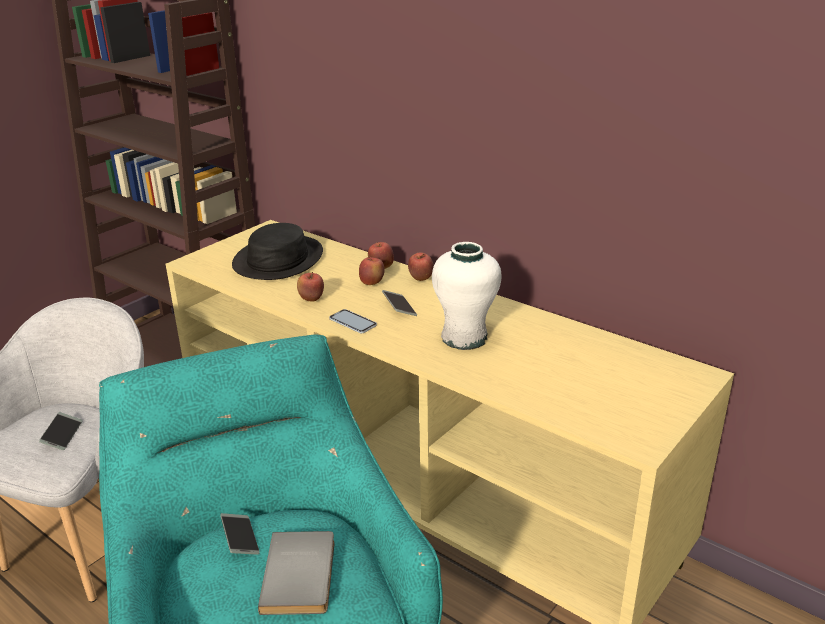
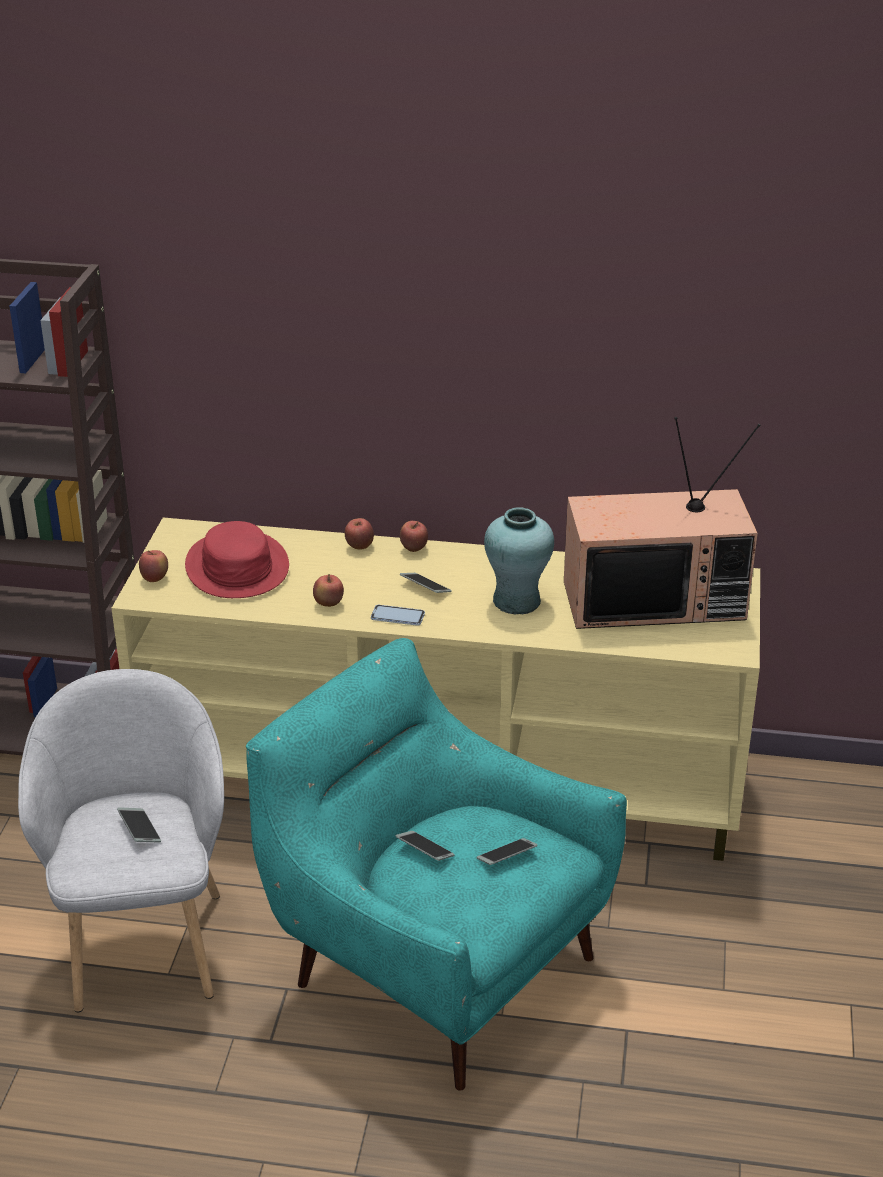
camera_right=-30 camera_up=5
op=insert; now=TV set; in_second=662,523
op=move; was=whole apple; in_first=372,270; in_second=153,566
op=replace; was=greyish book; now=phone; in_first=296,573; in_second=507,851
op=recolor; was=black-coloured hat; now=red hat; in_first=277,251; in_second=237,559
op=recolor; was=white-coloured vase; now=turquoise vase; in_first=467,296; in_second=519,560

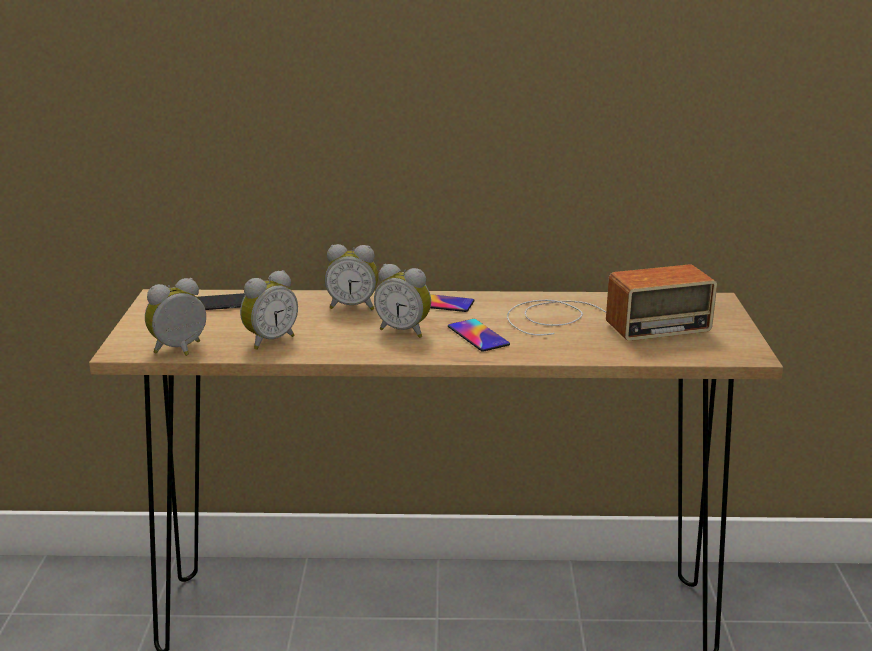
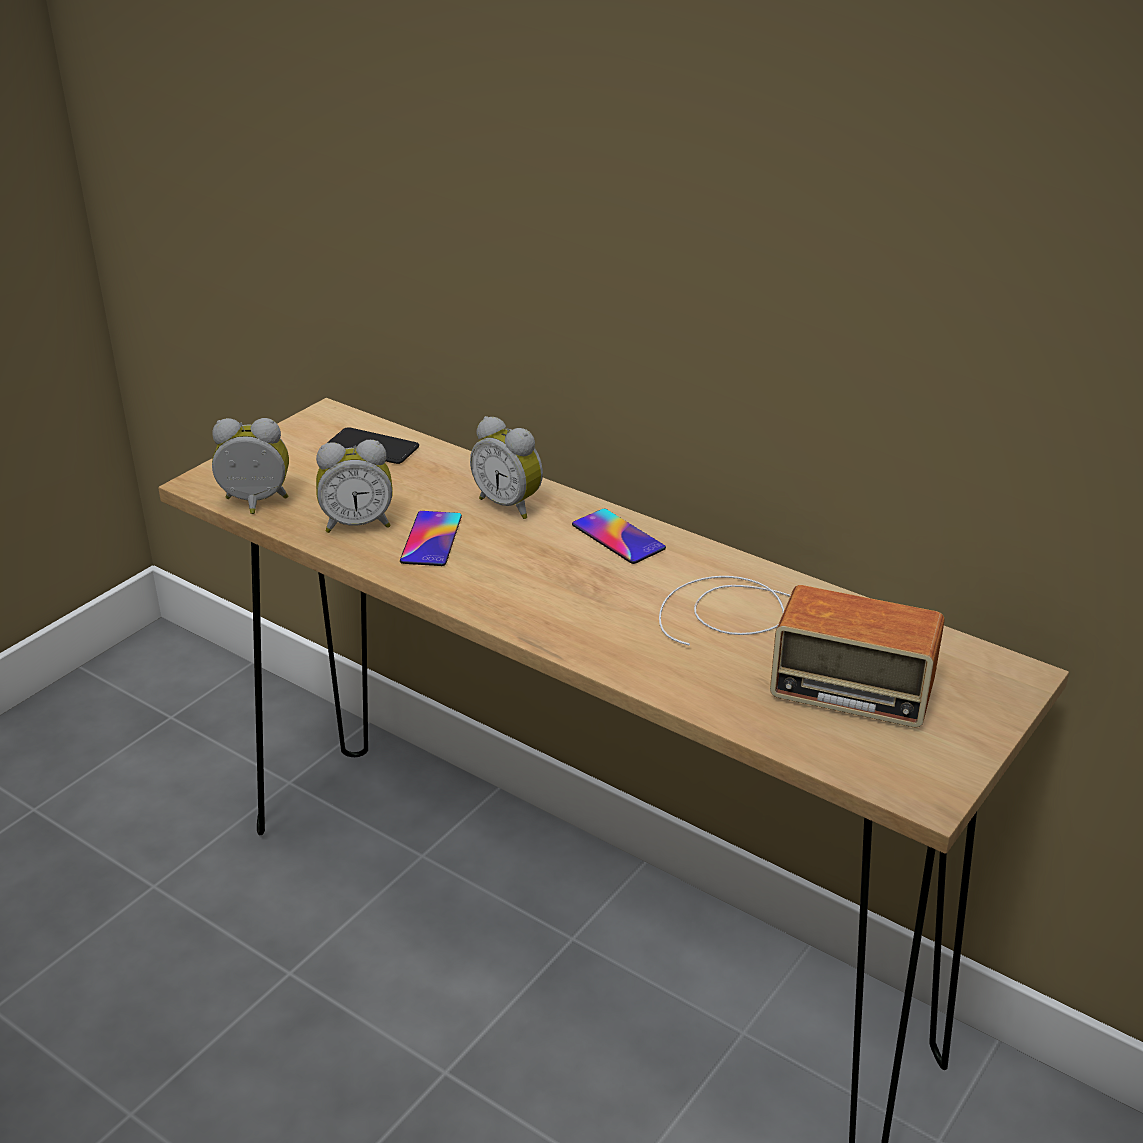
camera_right=35 camera_up=10
op=delete; was=table clock; in_first=402,301
op=move; was=phone; in_first=479,335; in_second=431,538

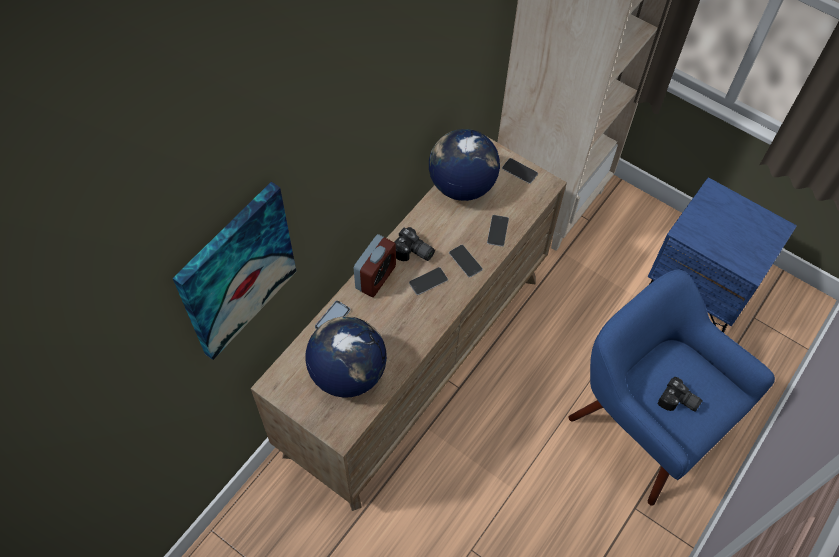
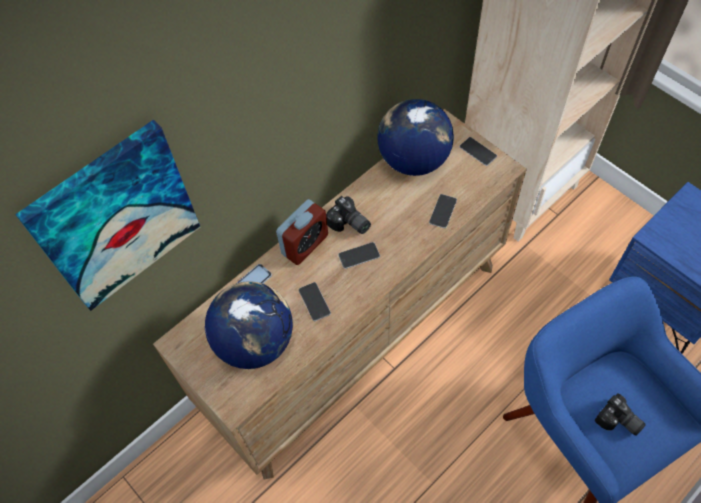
camera_right=15 camera_up=0
op=move; was=phone; in_first=466,261; in_second=314,301

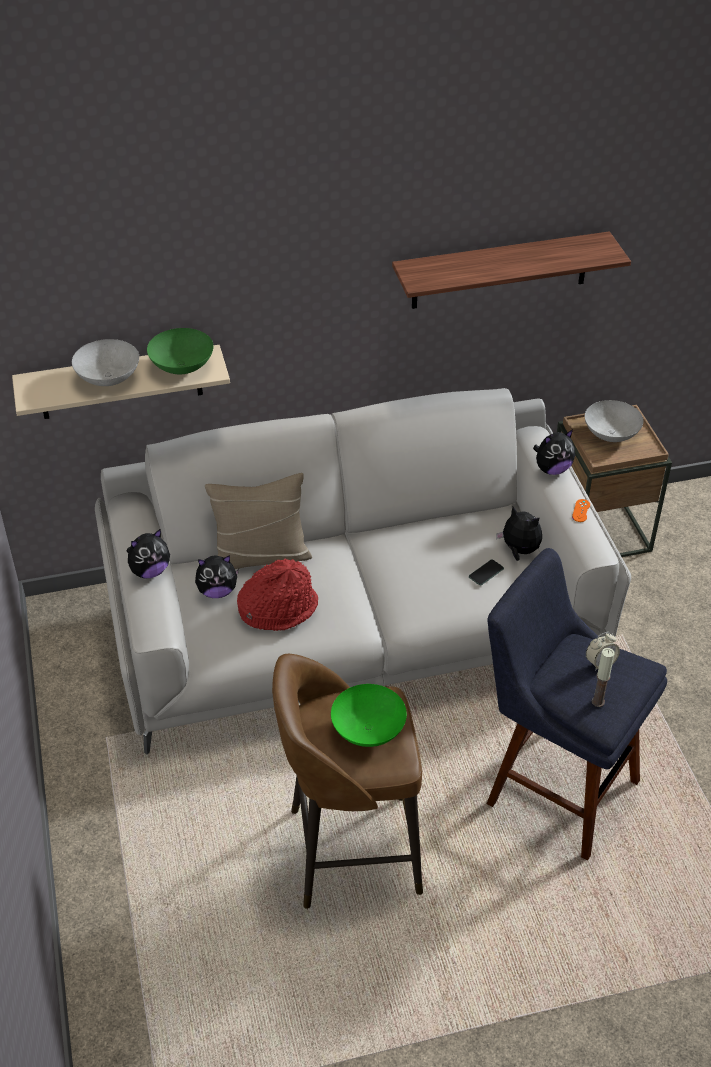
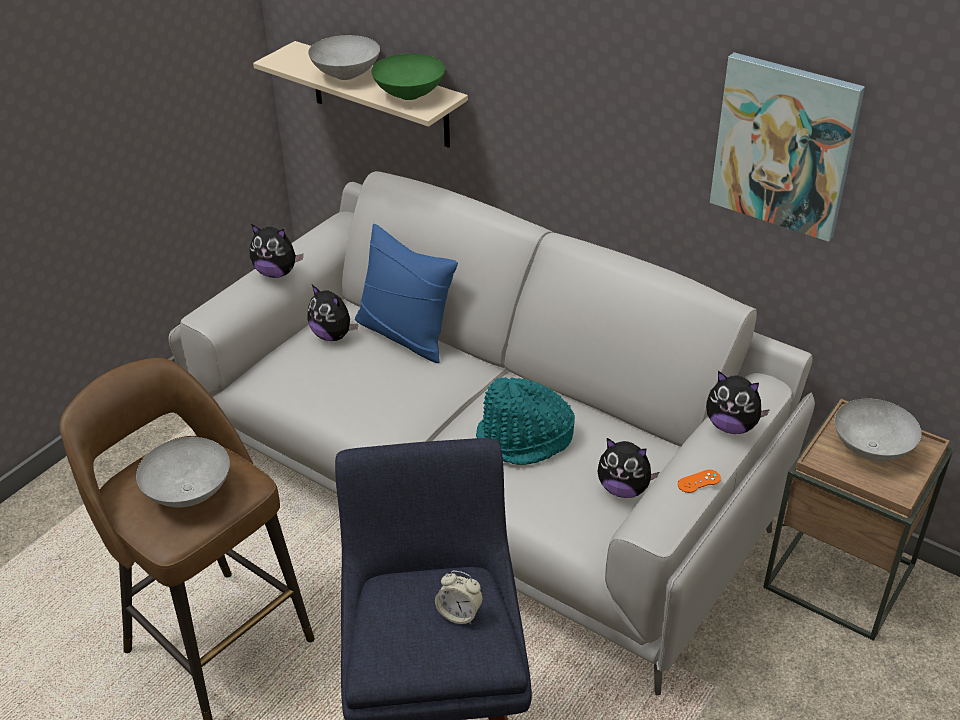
camera_right=50 camera_up=-5
op=delete; was=red hat; in_first=277,594
op=delete; was=phone; in_first=486,572
op=delete; was=candle; in_first=603,677
op=insert; now=turquoise hat; in_second=525,421
op=replace; was=bracket shelf; now=picture; in_first=511,270; in_second=787,147
op=recolor; was=sand-coloured throw pillow; now=blue throw pillow; in_first=258,521; in_second=406,293
op=recolor; was=green deep dish; now=greyish deep dish; in_first=369,715; in_second=183,472
op=rotate; was=cuddly toy; in_first=519,534; in_second=628,468; clockwise=120

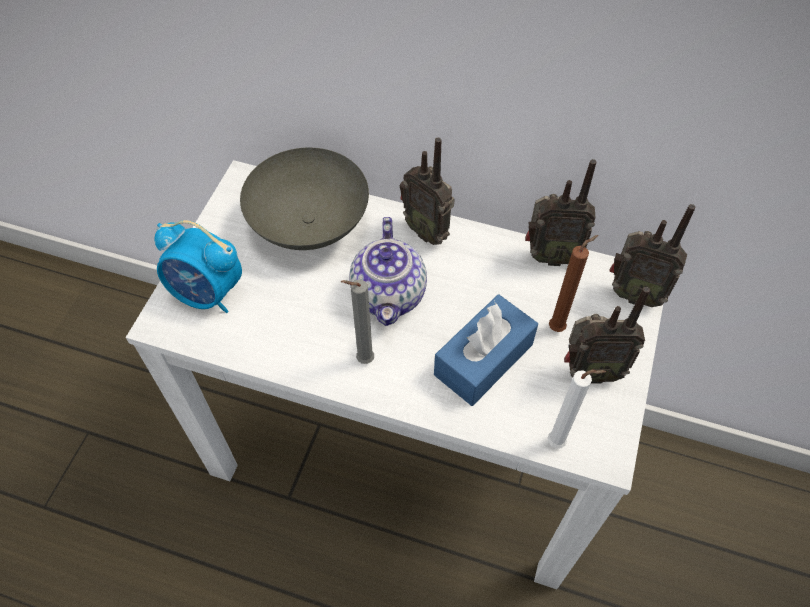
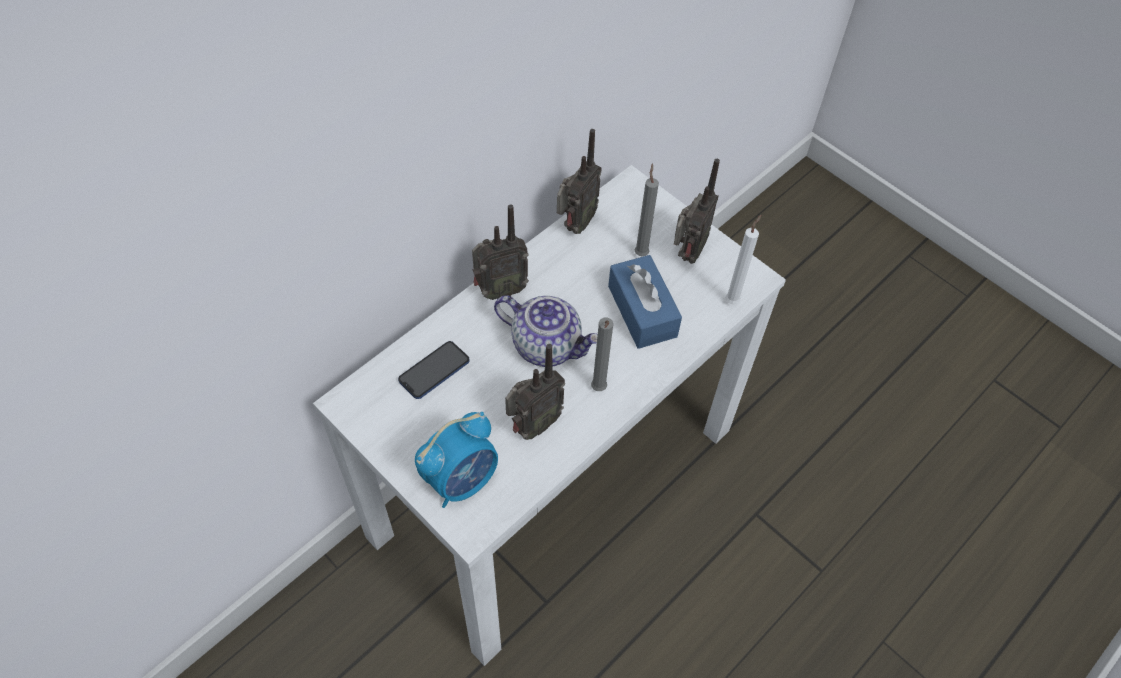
camera_right=-65 camera_up=0
op=move; was=radio; in_first=652,255; in_second=535,392
op=replace; was=greyish deep dish; now=phone; in_first=304,198; in_second=434,370
op=recolor; was=brown candle; now=greyish candle; in_first=573,283; in_second=647,209

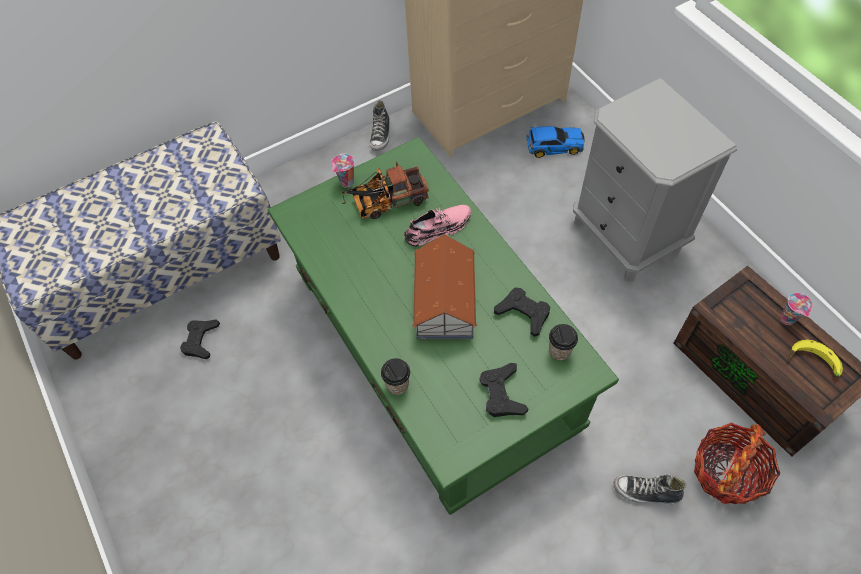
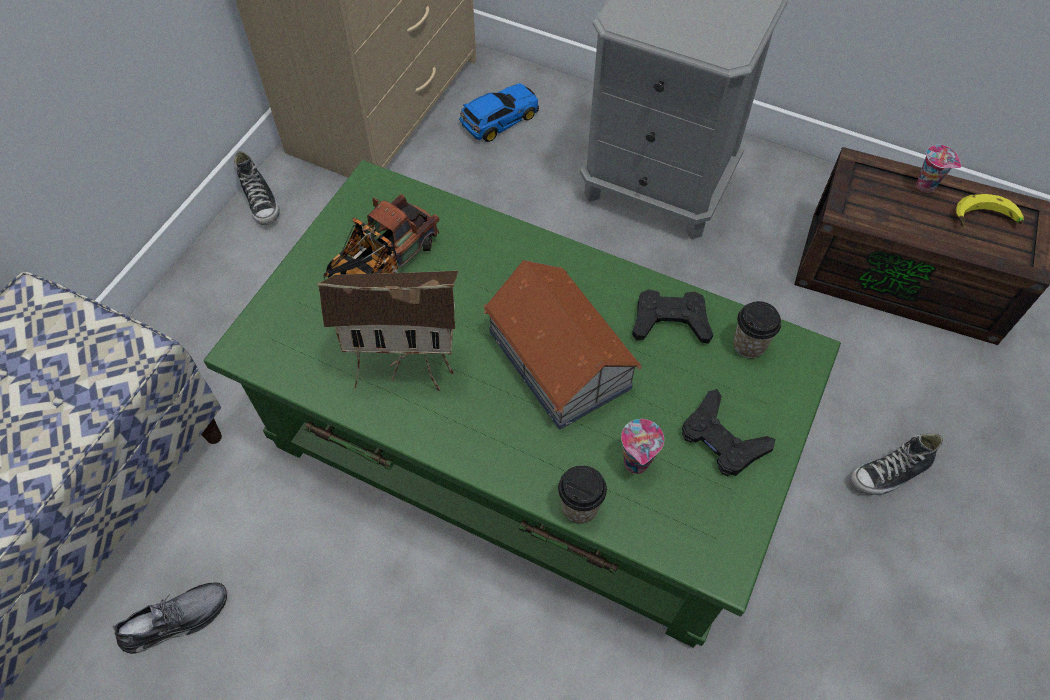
camera_right=-35 camera_up=0
op=delete; was=pink-coloured item of footwear; in_first=437,225
op=delete; was=basket; in_first=737,463
op=insert; now=toy house; in_second=387,331
op=move; was=drinking cup; in_first=343,171; in_second=642,446
op=replace; was=black-coloured game controller; now=greyish item of footwear; in_first=200,339; in_second=170,618

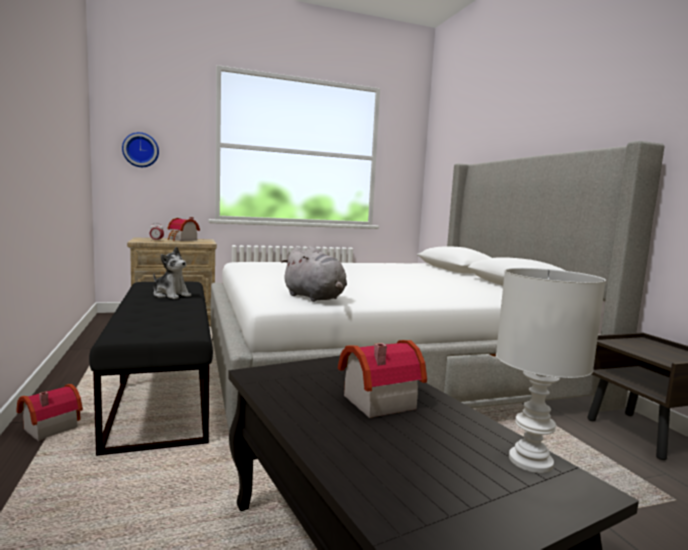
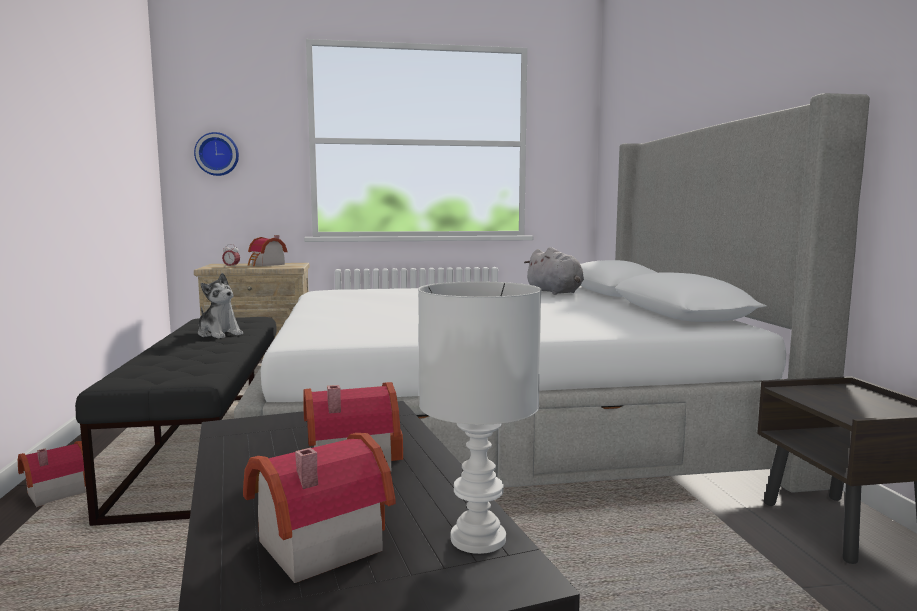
camera_right=10 camera_up=0
op=insert; now=toy house; in_second=319,508
op=move; was=greyish cuddly toy; in_first=314,274; in_second=554,271

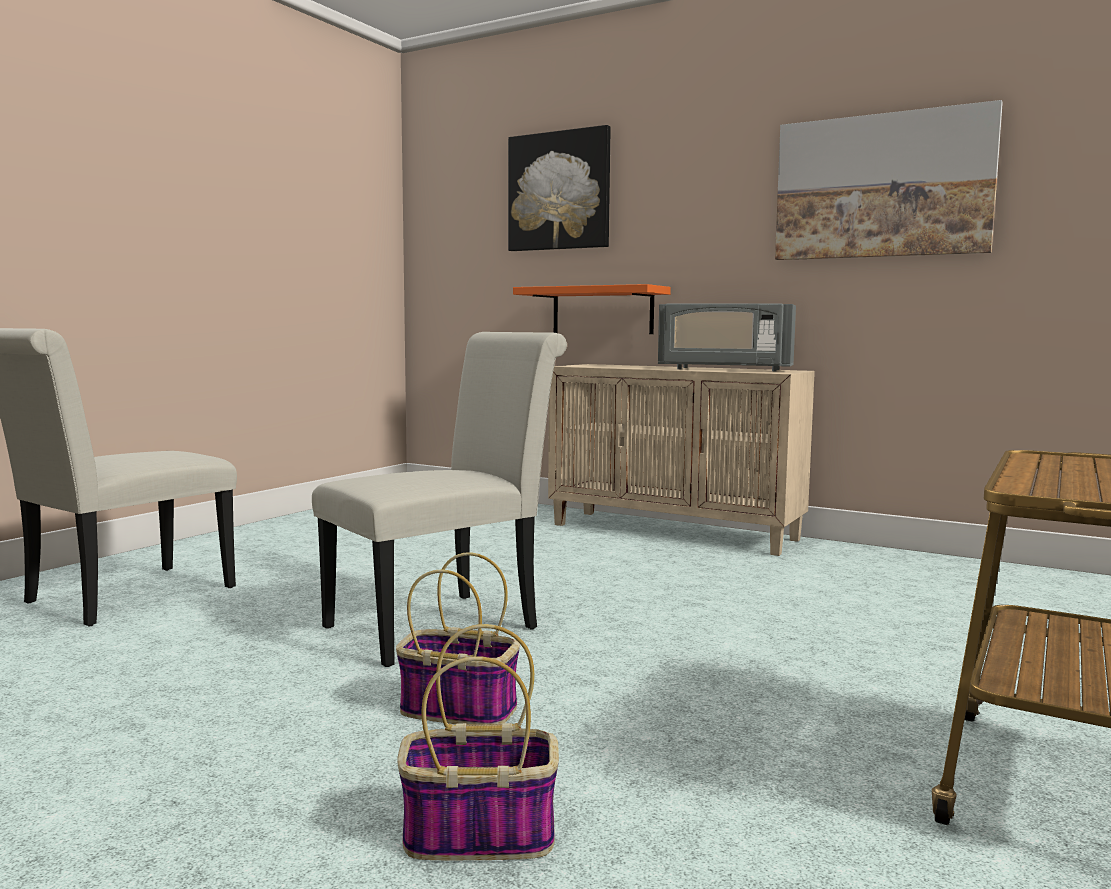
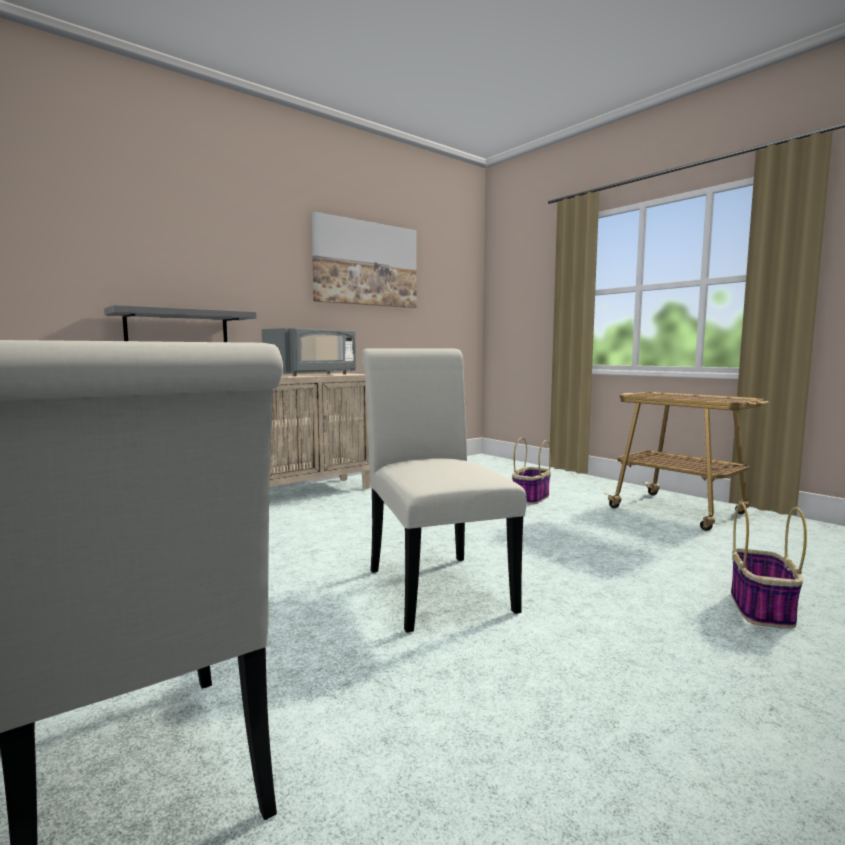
camera_right=-70 camera_up=0
op=delete; was=picture; in_first=559,188
op=move; was=basket; in_first=458,638; in_second=531,471
op=recolor; was=orangey bracket shelf; now=greyish bracket shelf; in_first=592,309; in_second=180,323

